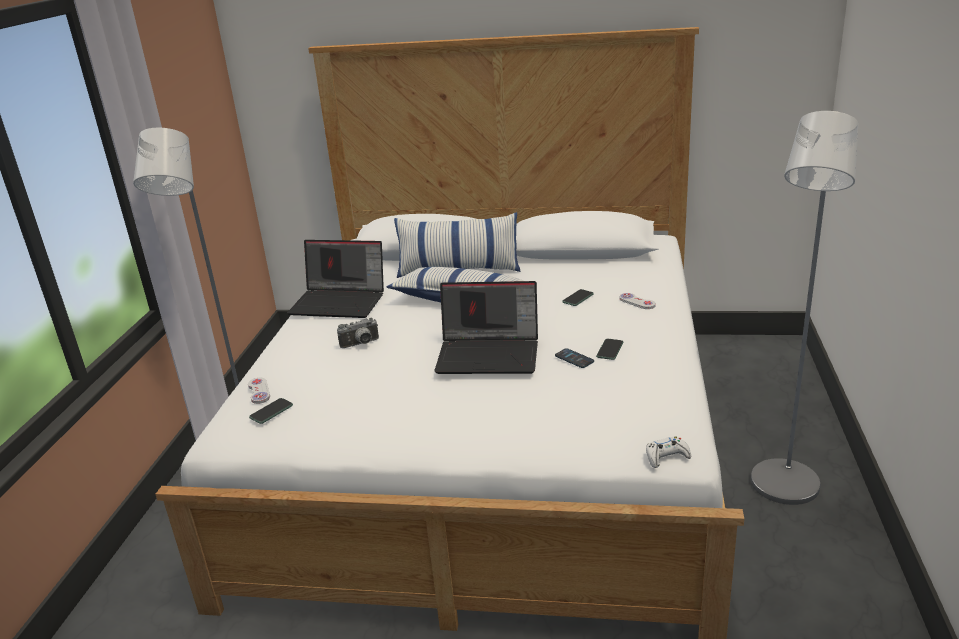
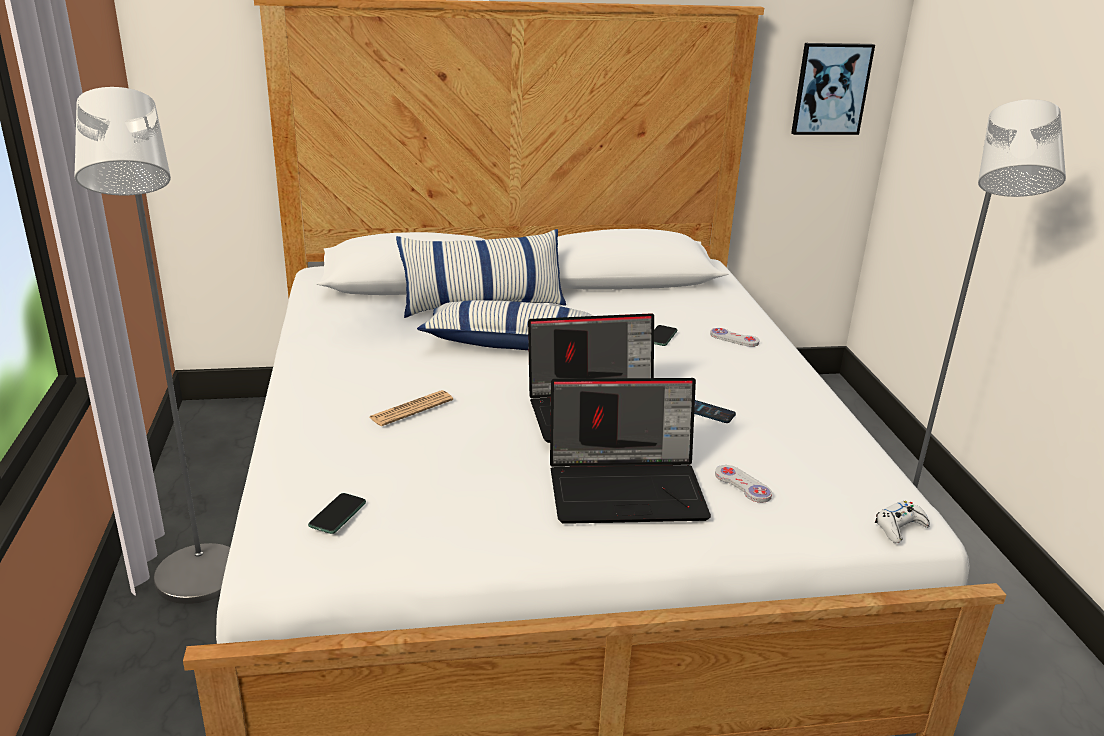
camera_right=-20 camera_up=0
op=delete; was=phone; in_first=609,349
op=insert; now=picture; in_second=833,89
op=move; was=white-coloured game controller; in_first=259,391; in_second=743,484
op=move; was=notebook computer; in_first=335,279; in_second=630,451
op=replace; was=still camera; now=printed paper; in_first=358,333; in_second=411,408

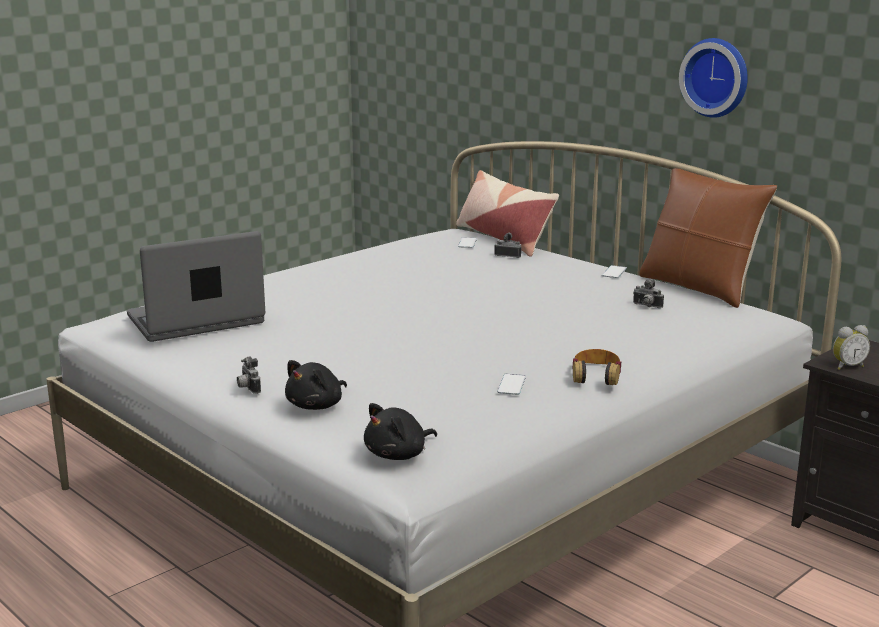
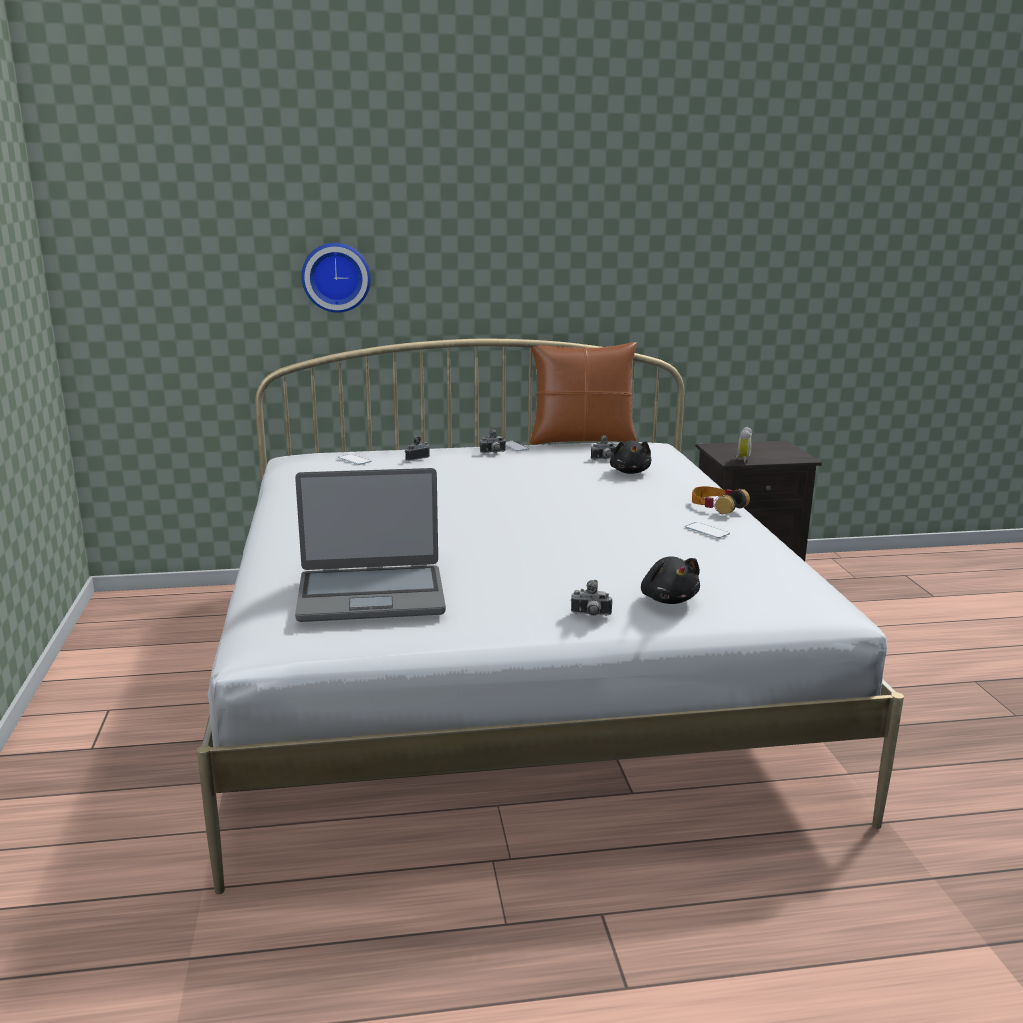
camera_right=-55 camera_up=0
op=delete; was=throw pillow; in_first=507,213
op=insert; now=still camera; in_second=493,441
op=move; was=black-coloured cuddly toy; in_first=400,431; in_second=630,457
op=move; was=hanging clock; in_first=713,78; in_second=336,278
op=rotate; was=notebook computer; in_first=196,286; in_second=370,545; clockwise=-105

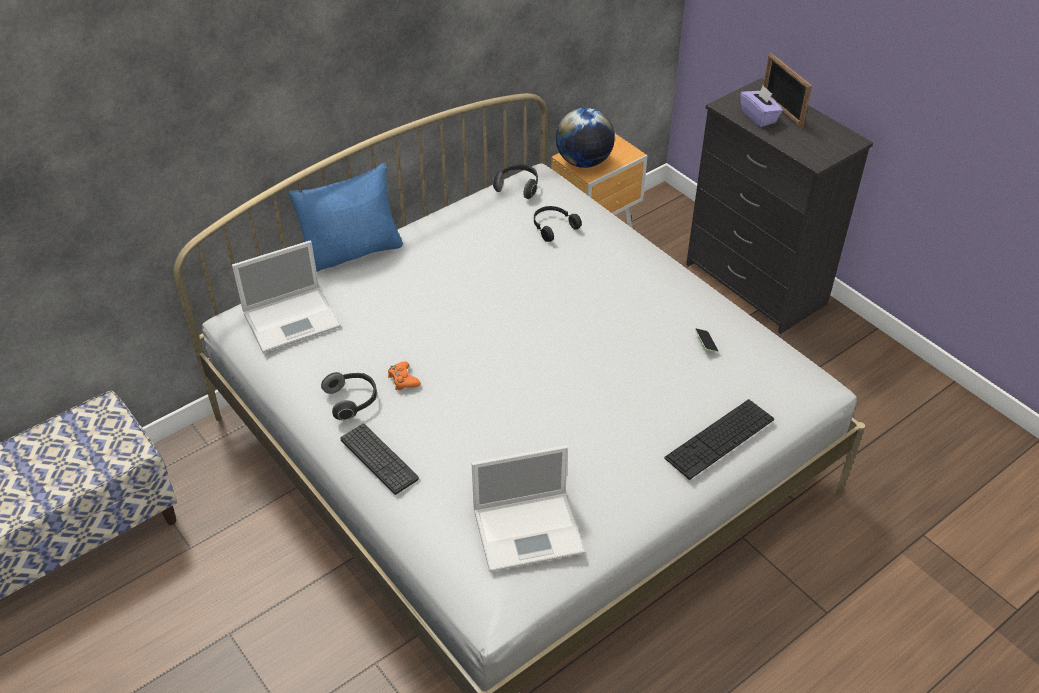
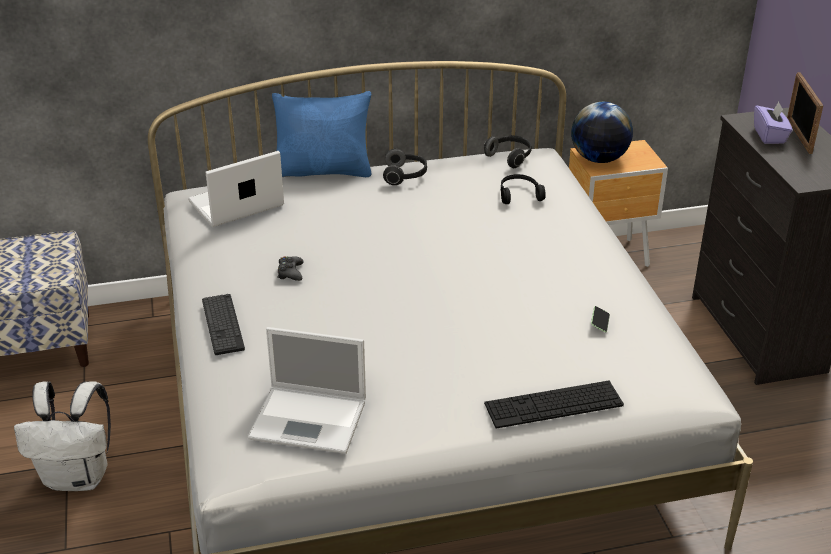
camera_right=25 camera_up=-10
op=insert; now=white-coloured backpack; in_second=62,436
op=move; was=headphones; in_first=349,396; in_second=405,166
op=recolor; was=orangey game controller; now=black-coloured game controller; in_first=404,375; in_second=290,269
op=rotate; was=notebook computer; in_first=286,297; in_second=236,189; clockwise=150

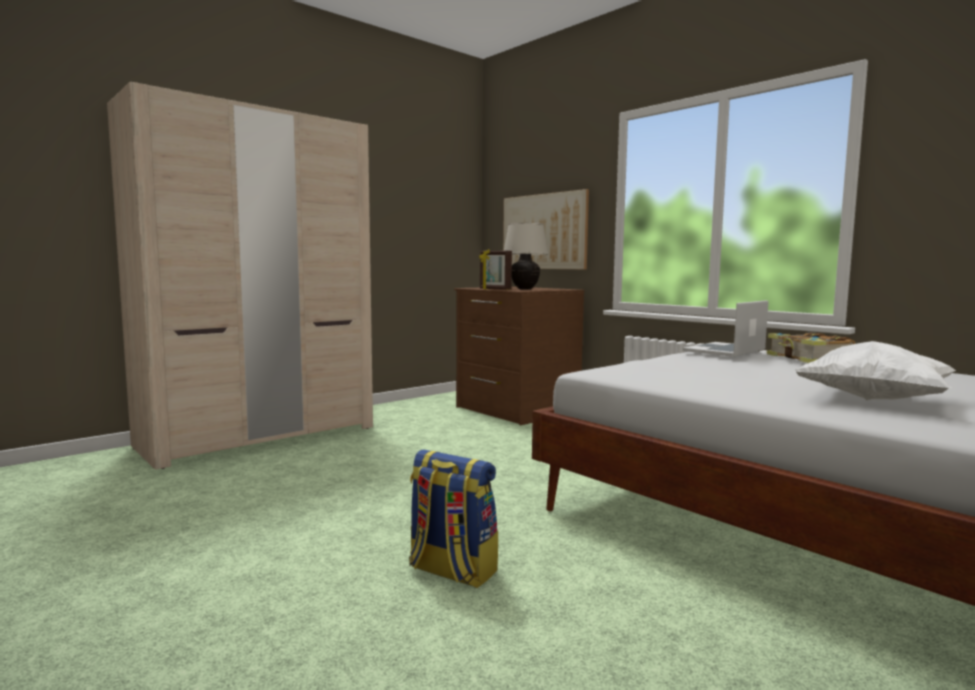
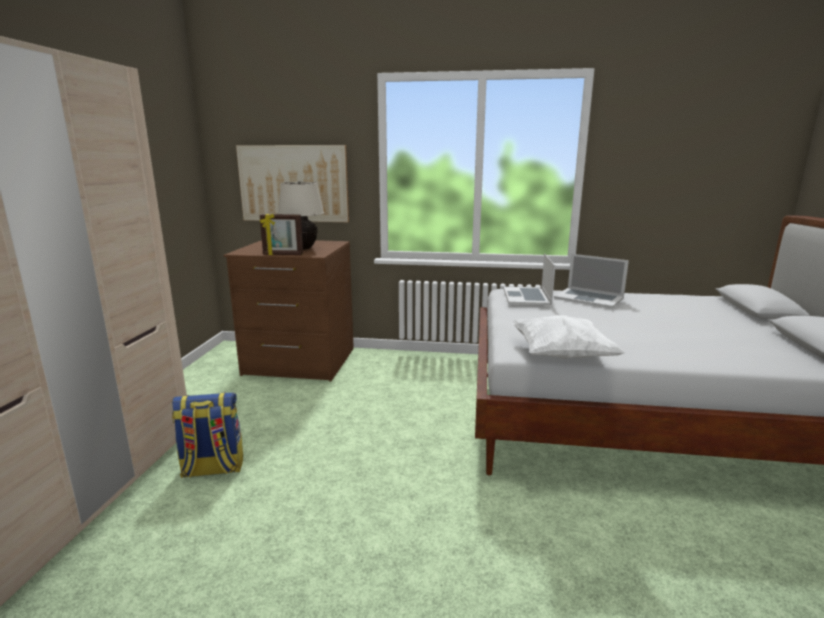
camera_right=-40 camera_up=10
op=move; was=backpack; in_first=453,518; in_second=207,435
op=move; was=white-coloured throw pillow; in_first=875,370; in_second=569,337
op=replace; was=book; now=notebook computer; in_first=811,347; in_second=591,281

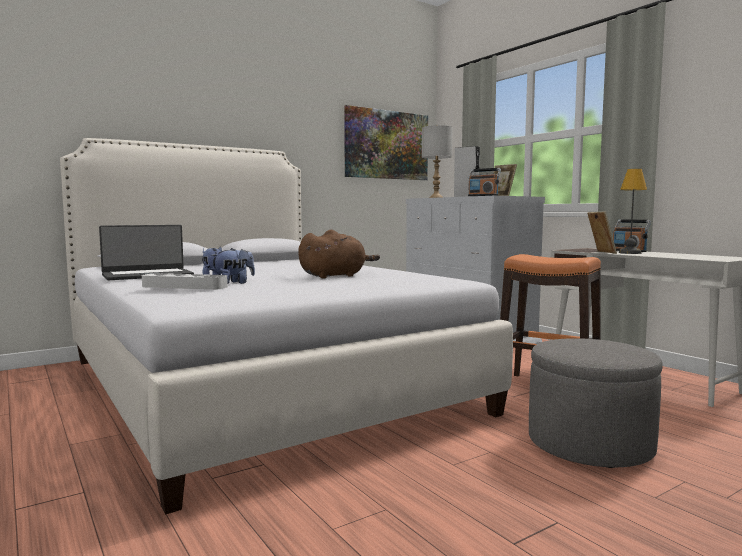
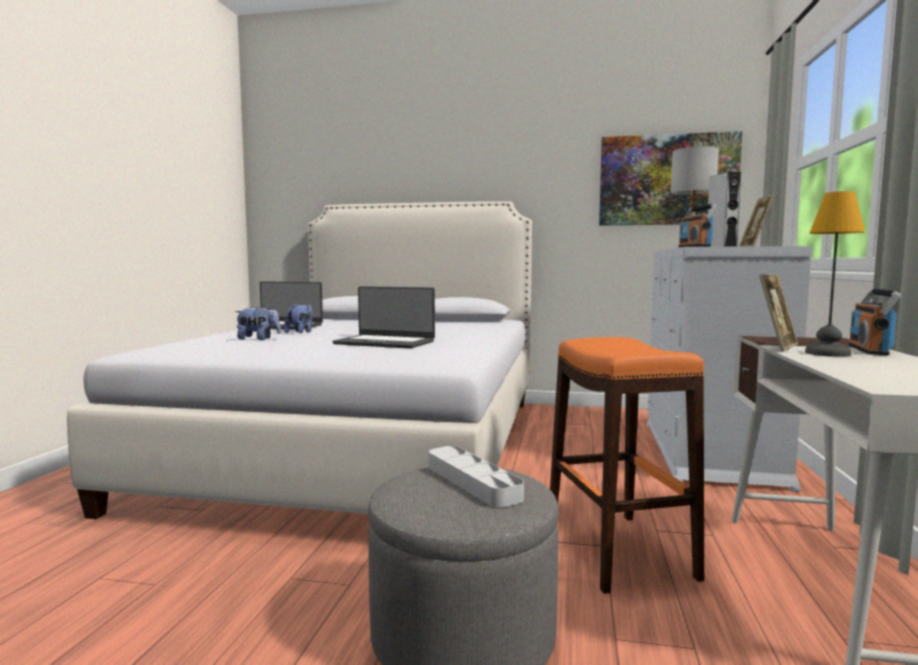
camera_right=45 camera_up=0
op=move; was=greyish serving tray; in_first=185,281; in_second=476,477
op=replace; was=brown cuddly toy; now=notebook computer; in_first=339,254; in_second=384,317

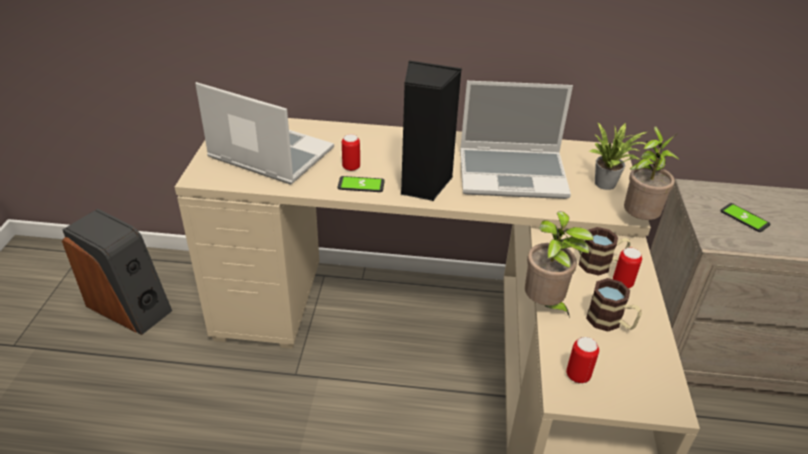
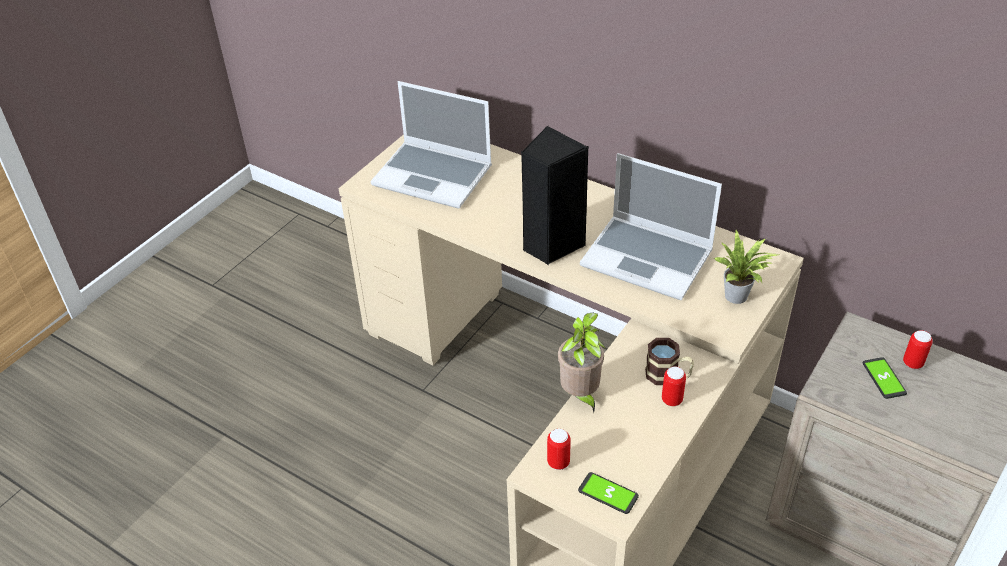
camera_right=30 camera_up=5
op=delete; was=audio speaker; in_first=117,272
op=delete; was=coffee mug; in_first=614,304
op=delete; was=houseplant; in_first=652,173
op=move; was=phone; in_first=361,184; in_second=608,493
op=move; was=can; in_first=351,152; in_second=918,349
op=rotate; was=notebook computer; in_first=264,133; in_second=431,144; clockwise=150

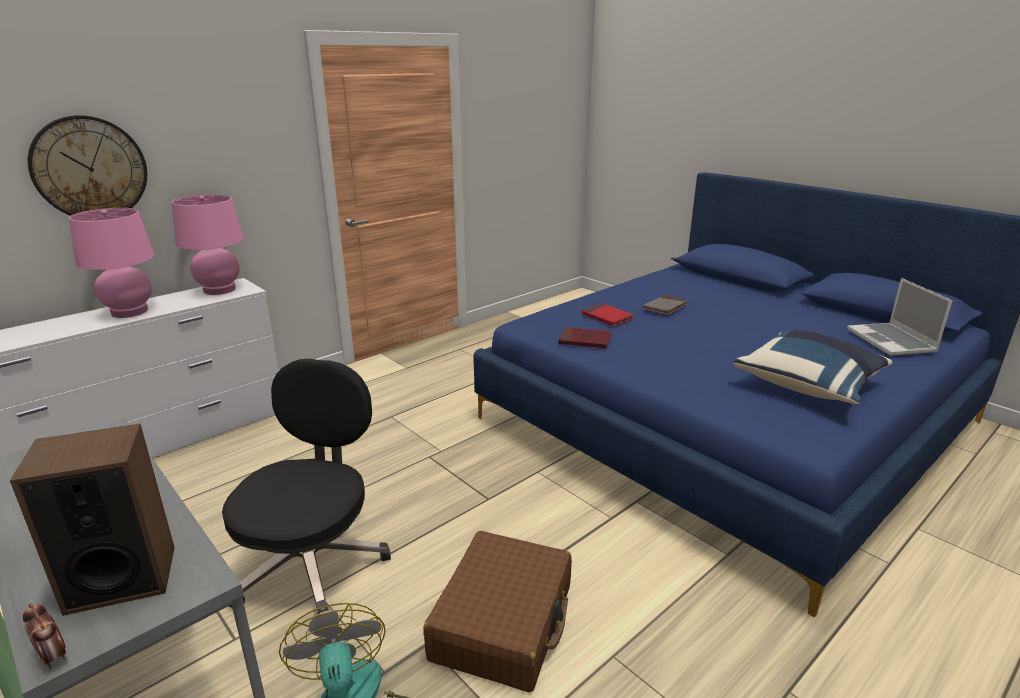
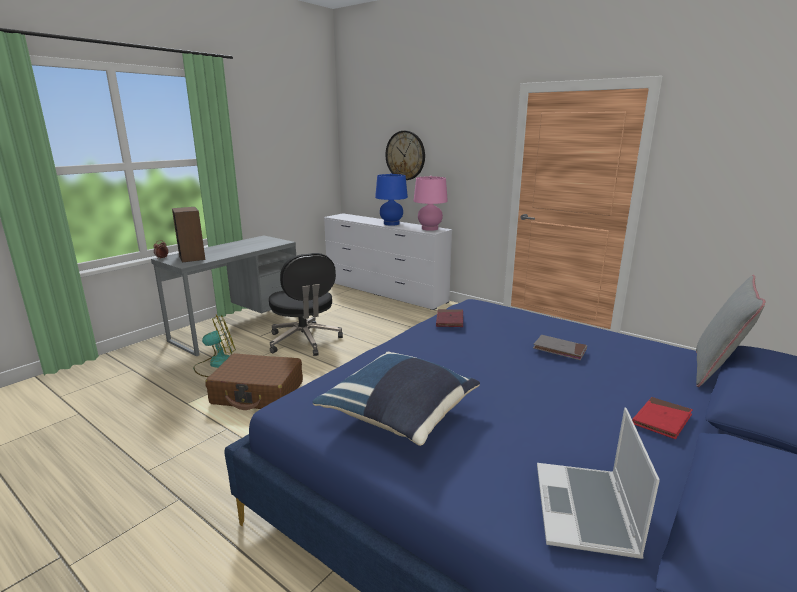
camera_right=80 camera_up=-5
op=insert; now=greyish throw pillow; in_second=730,331
op=move; was=red book; in_first=608,314; in_second=662,418
op=recolor; was=pink-coloured lamp for a table; now=blue lamp for a table; in_first=111,263; in_second=391,199
op=rotate; was=black-coloured computer chair; in_first=306,486; in_second=306,304; clockwise=60
op=rotate; was=notebook computer; in_first=900,317; in_second=598,483; clockwise=-60

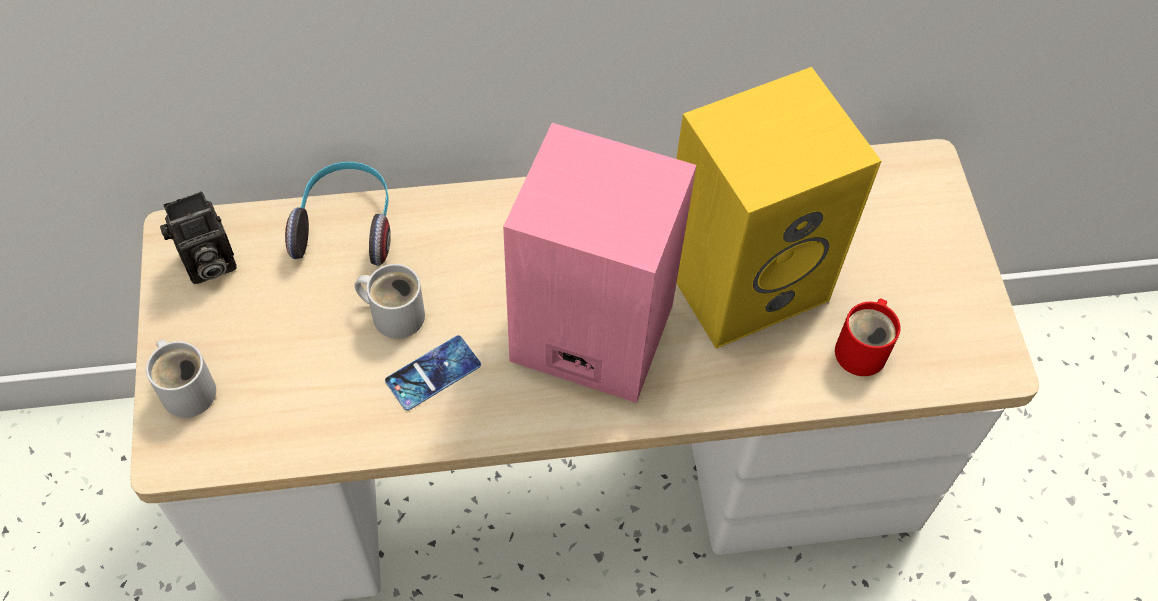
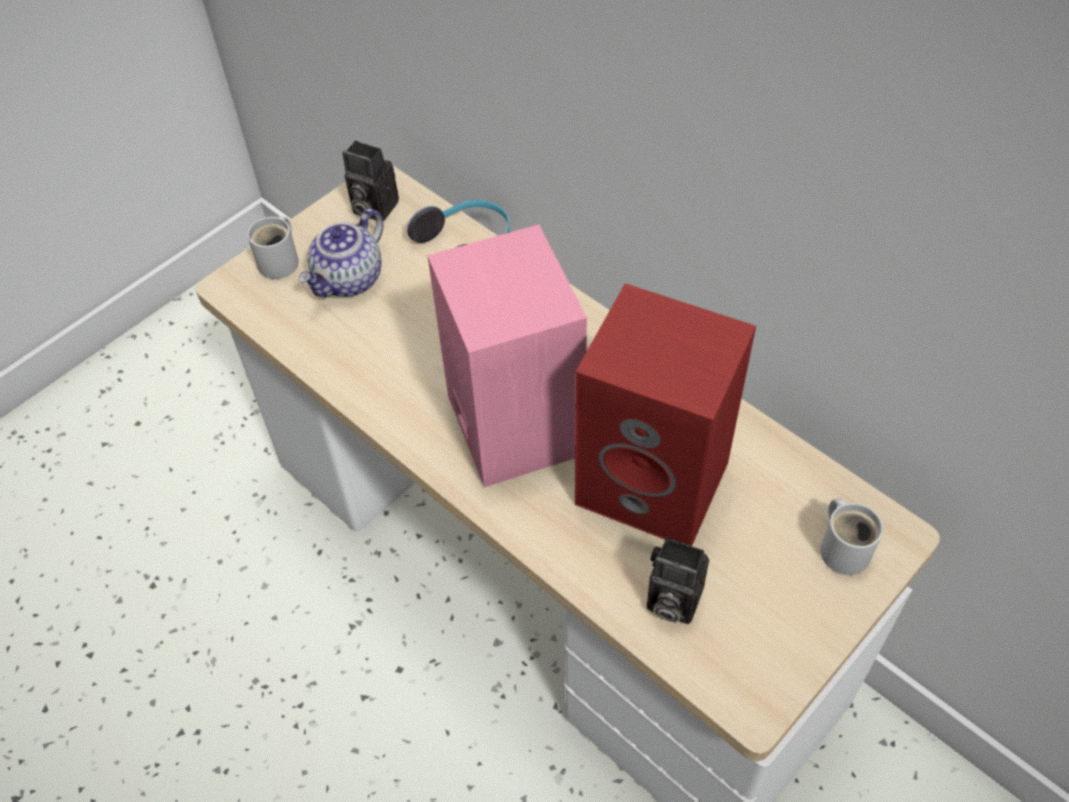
camera_right=55 camera_up=-5
op=delete; was=phone; in_first=433,373
op=insert; now=tea pot; in_second=341,253
op=move; was=white-coloured coffee mug; in_first=389,301; in_second=851,536
op=replace; was=red coffee mug; now=still camera; in_first=868,337; in_second=678,580
op=recolor; was=yellowish audio speaker; now=red audio speaker; in_first=778,208; in_second=665,415

